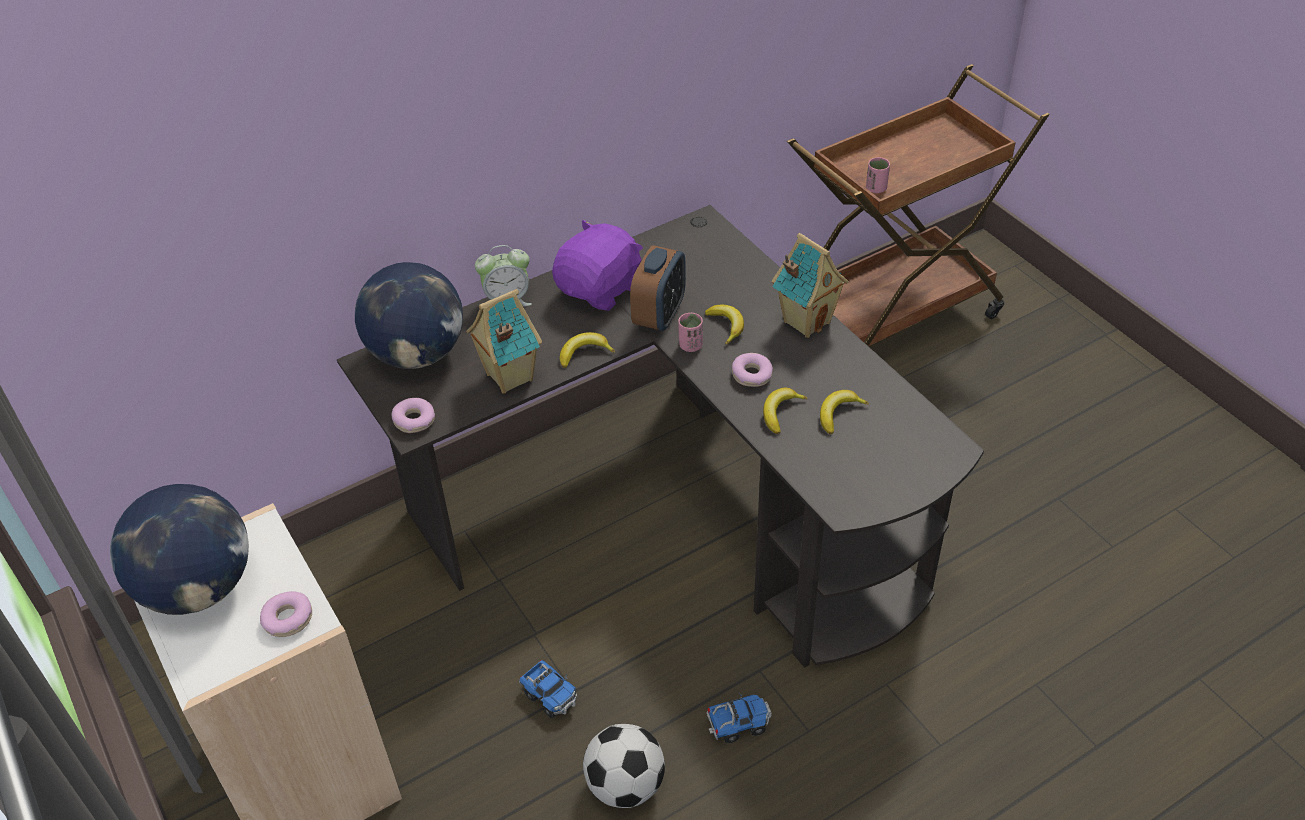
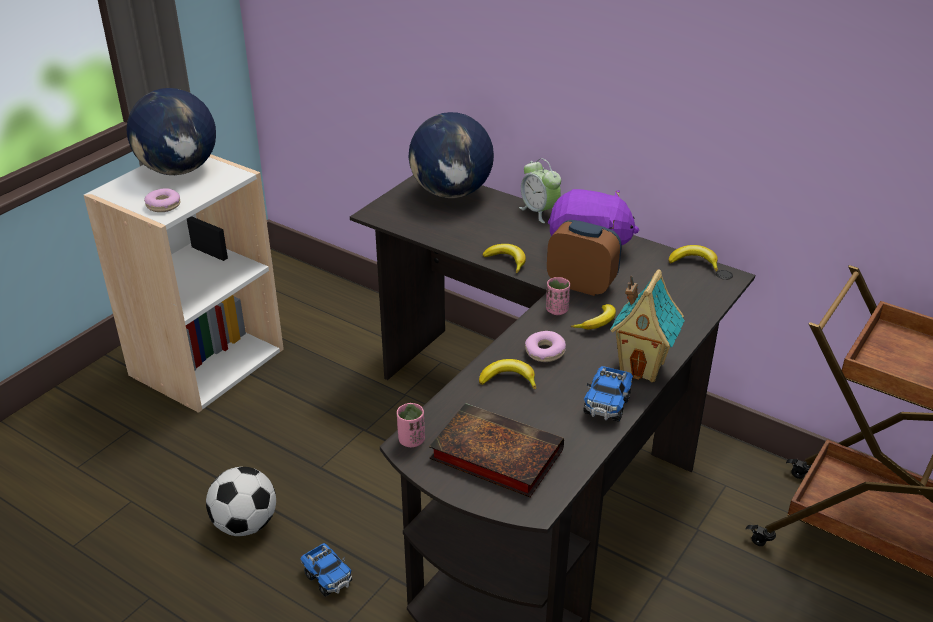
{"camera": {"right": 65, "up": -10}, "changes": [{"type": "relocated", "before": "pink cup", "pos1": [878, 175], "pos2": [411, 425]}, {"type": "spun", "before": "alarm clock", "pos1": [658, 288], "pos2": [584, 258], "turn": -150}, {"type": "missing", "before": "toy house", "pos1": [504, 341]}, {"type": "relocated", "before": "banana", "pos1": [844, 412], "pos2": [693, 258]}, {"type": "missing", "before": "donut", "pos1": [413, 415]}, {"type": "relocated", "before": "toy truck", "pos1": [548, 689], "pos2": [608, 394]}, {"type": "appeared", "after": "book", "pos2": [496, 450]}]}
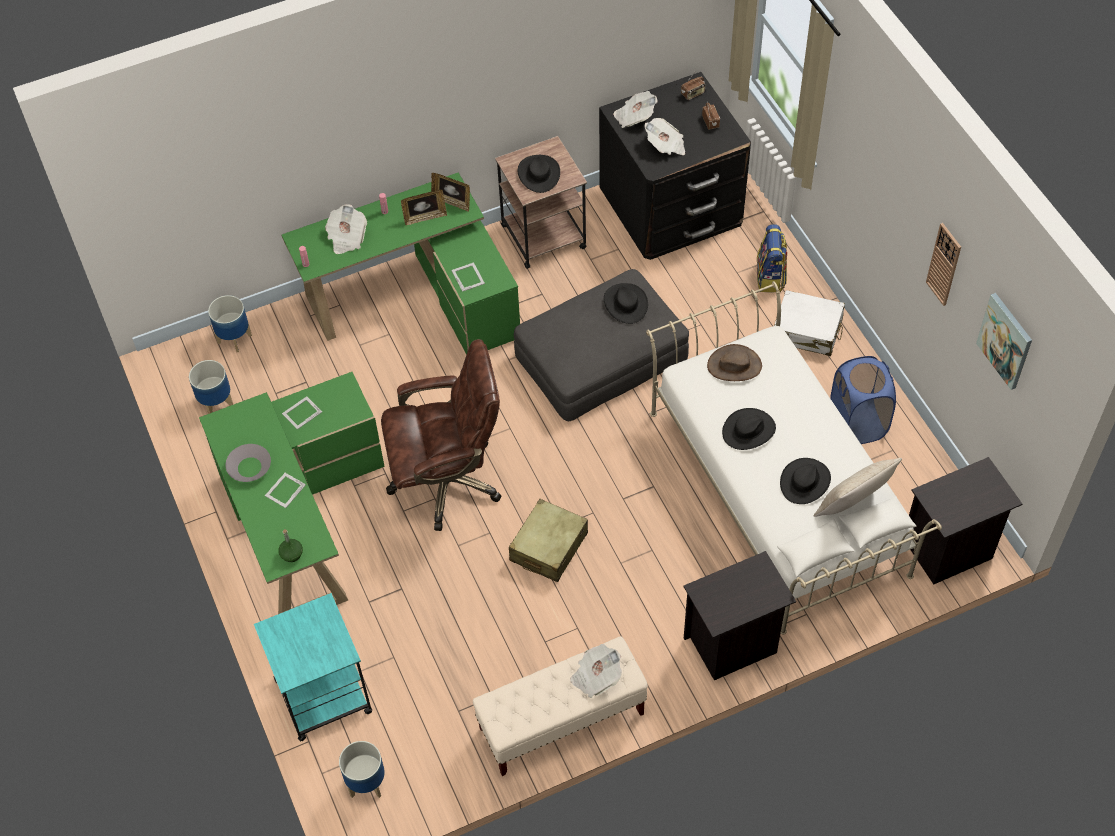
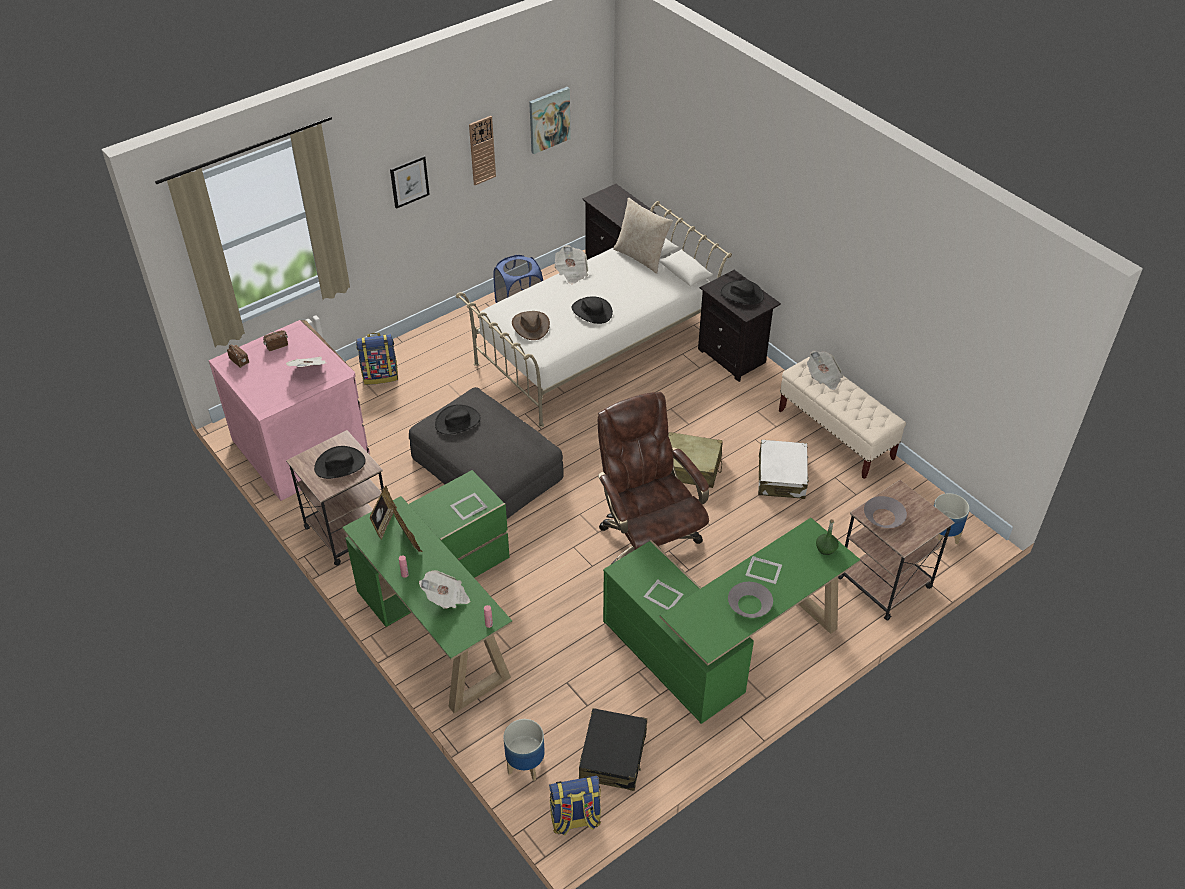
{"camera": {"right": -105, "up": -10}, "changes": [{"type": "colour", "before": "black dresser", "after": "pink dresser", "pos1": [675, 166], "pos2": [289, 410]}, {"type": "relocated", "before": "newspaper", "pos1": [635, 109], "pos2": [571, 264]}, {"type": "relocated", "before": "white suitcase", "pos1": [809, 323], "pos2": [783, 469]}, {"type": "exchanged", "before": "planter", "after": "black suitcase", "pos1": [211, 387], "pos2": [613, 749]}, {"type": "relocated", "before": "black hat", "pos1": [805, 481], "pos2": [742, 292]}, {"type": "colour", "before": "turquoise cart", "after": "brown cart", "pos1": [313, 667], "pos2": [896, 550]}, {"type": "appeared", "after": "picture", "pos2": [410, 182]}, {"type": "appeared", "after": "grey bowl", "pos2": [885, 512]}, {"type": "appeared", "after": "backpack", "pos2": [575, 806]}]}
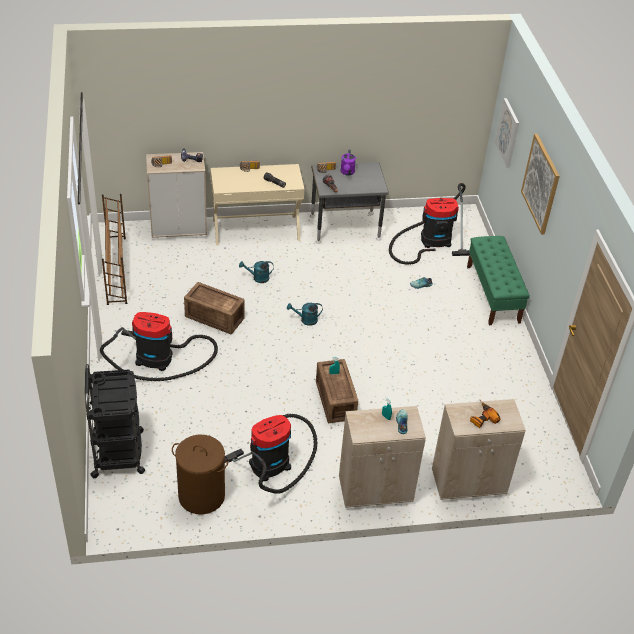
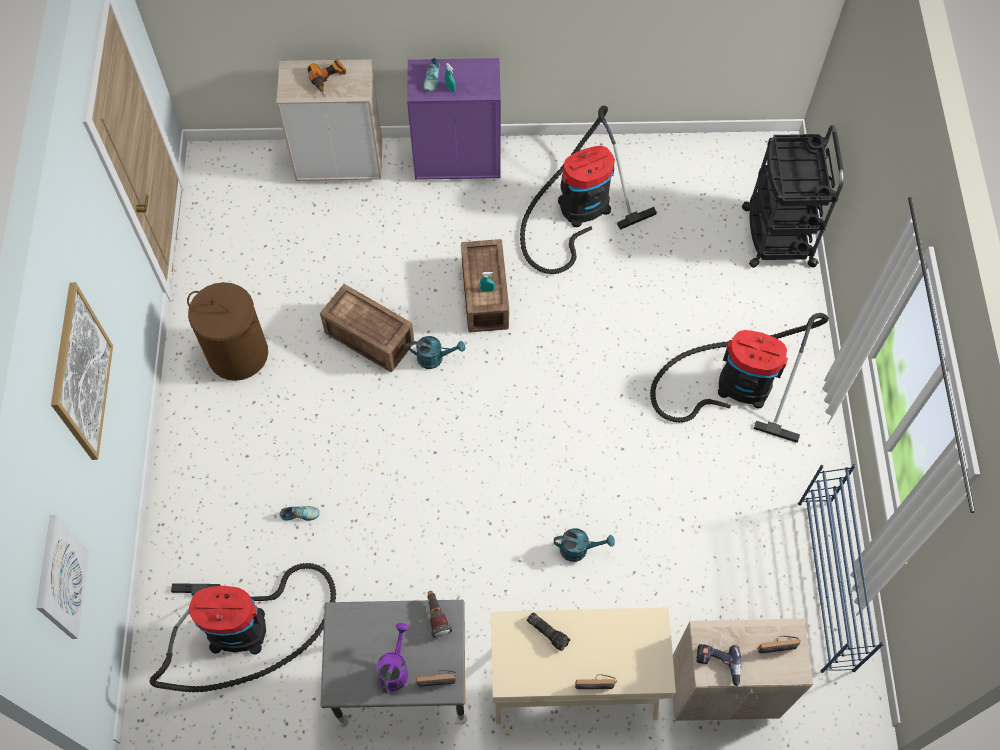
{"camera": {"right": -170, "up": 20}, "changes": [{"type": "colour", "before": "brown shoe rack", "after": "blue shoe rack", "pos1": [114, 249], "pos2": [841, 568]}, {"type": "missing", "before": "green bench", "pos1": [498, 280]}, {"type": "relocated", "before": "crate", "pos1": [214, 308], "pos2": [367, 328]}, {"type": "relocated", "before": "turquoise watering can", "pos1": [305, 314], "pos2": [437, 352]}, {"type": "colour", "before": "beige cabinet", "after": "purple cabinet", "pos1": [382, 457], "pos2": [454, 119]}, {"type": "relocated", "before": "brown laundry basket", "pos1": [200, 474], "pos2": [227, 331]}]}
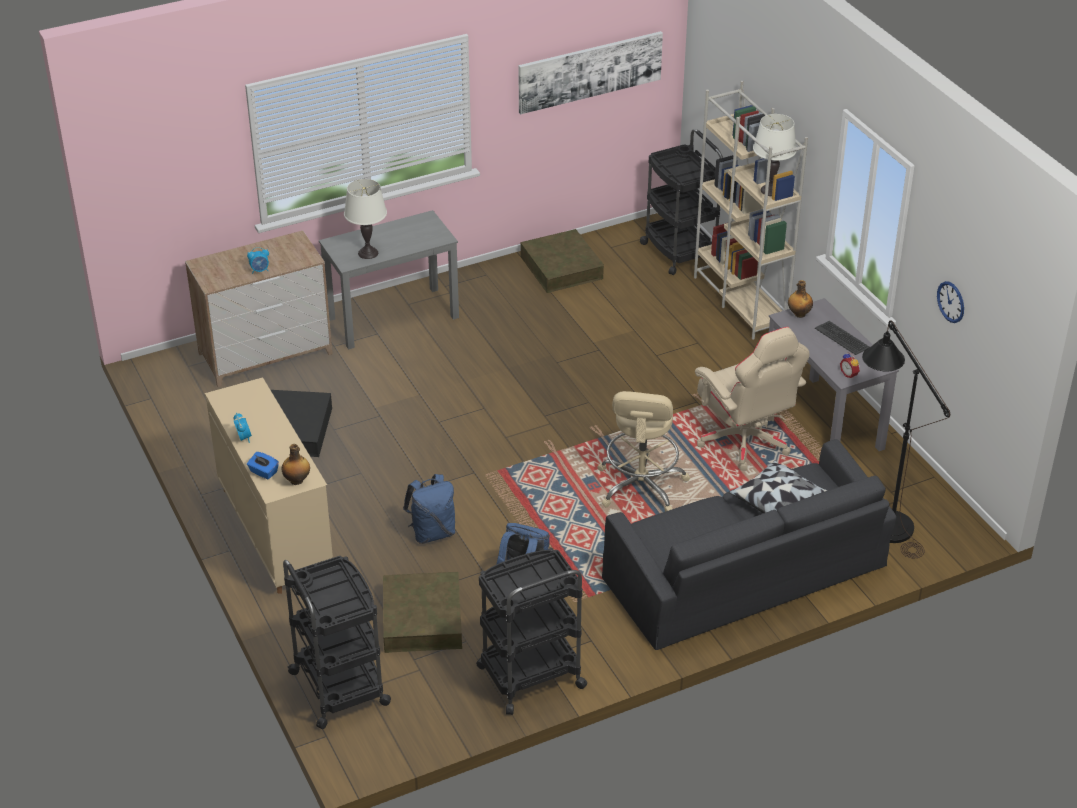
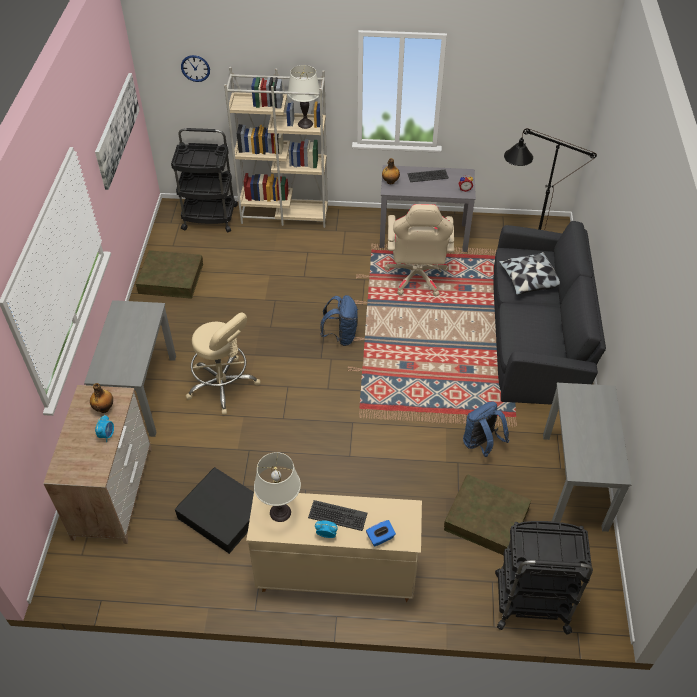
{"camera": {"right": -60, "up": 10}, "changes": [{"type": "relocated", "before": "white table lamp", "pos1": [365, 219], "pos2": [277, 487]}, {"type": "relocated", "before": "wall clock", "pos1": [950, 302], "pos2": [195, 68]}, {"type": "spun", "before": "beige office chair", "pos1": [752, 399], "pos2": [419, 250], "turn": 90}, {"type": "relocated", "before": "beige stool", "pos1": [643, 451], "pos2": [223, 364]}, {"type": "relocated", "before": "bottle", "pos1": [296, 464], "pos2": [101, 398]}, {"type": "relocated", "before": "blue backpack", "pos1": [429, 509], "pos2": [339, 320]}, {"type": "exchanged", "before": "black cart", "after": "grey desk", "pos1": [531, 631], "pos2": [587, 457]}, {"type": "appeared", "after": "keyboard", "pos2": [338, 515]}]}
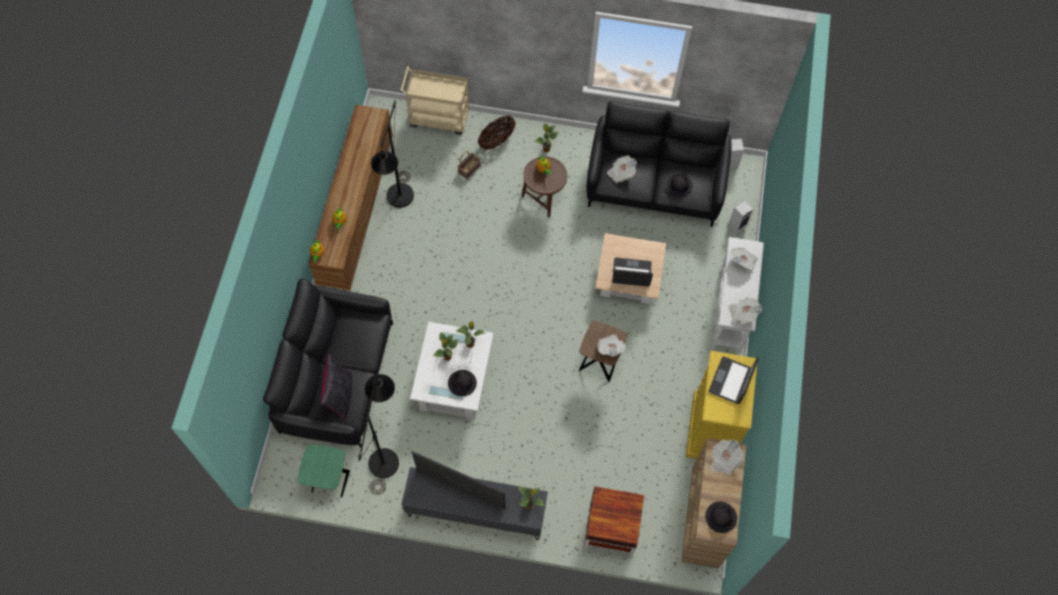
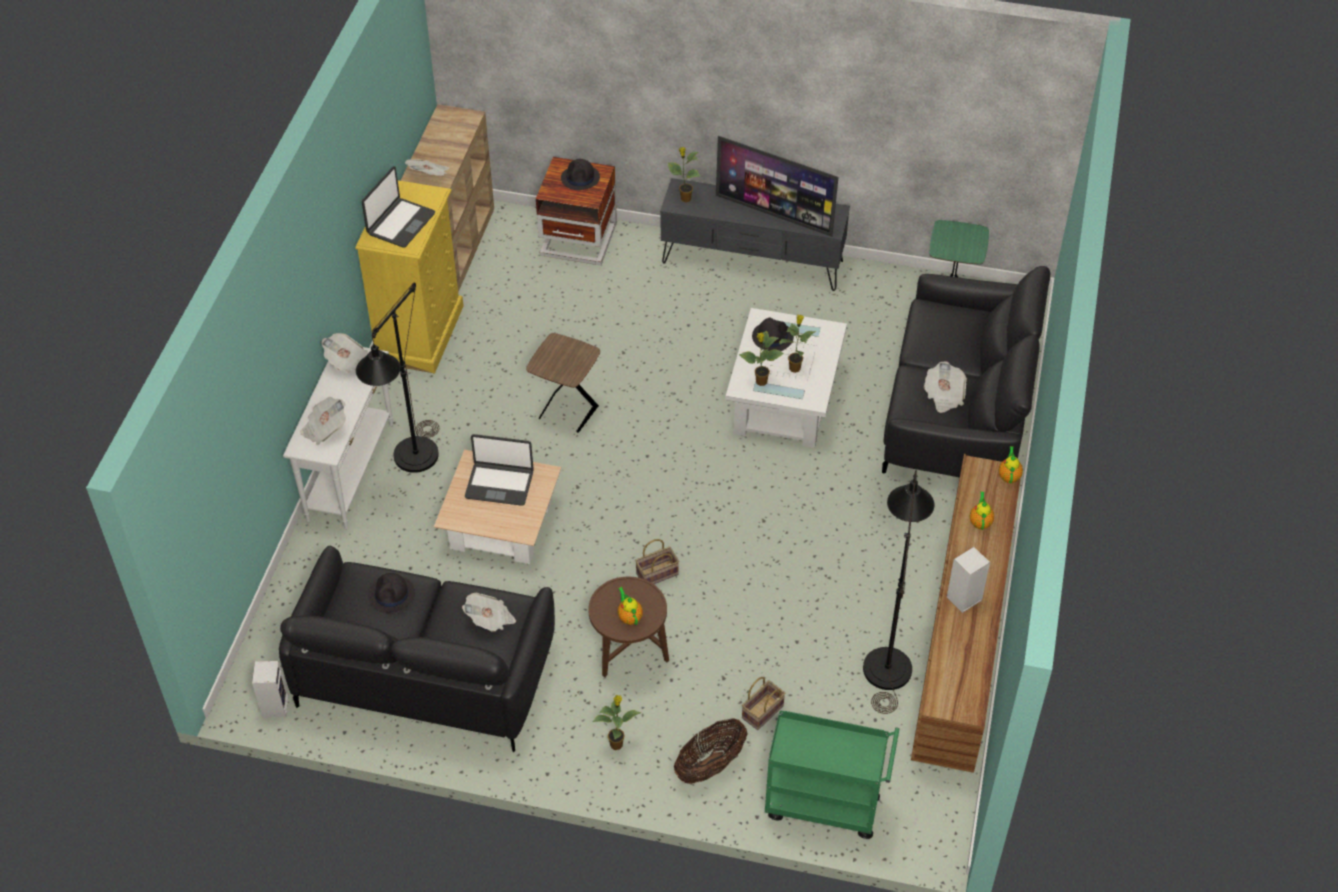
{"camera": {"right": -175, "up": -15}, "changes": [{"type": "colour", "before": "beige cart", "after": "green cart", "pos1": [434, 100], "pos2": [832, 774]}, {"type": "relocated", "before": "speaker", "pos1": [741, 216], "pos2": [968, 580]}, {"type": "relocated", "before": "newspaper", "pos1": [612, 345], "pos2": [945, 387]}, {"type": "missing", "before": "black pillow", "pos1": [336, 387]}, {"type": "relocated", "before": "black floor lamp", "pos1": [378, 434], "pos2": [397, 377]}, {"type": "relocated", "before": "black hat", "pos1": [721, 517], "pos2": [580, 174]}, {"type": "appeared", "after": "basket", "pos2": [657, 561]}]}
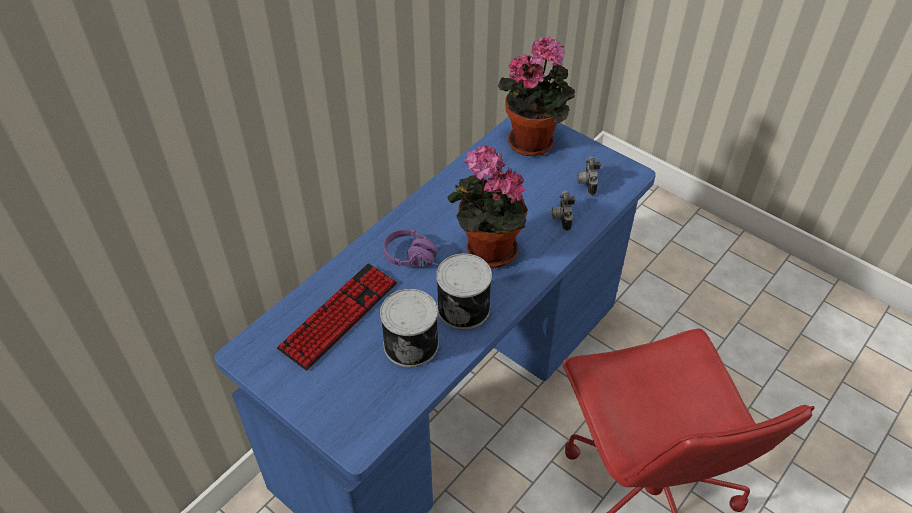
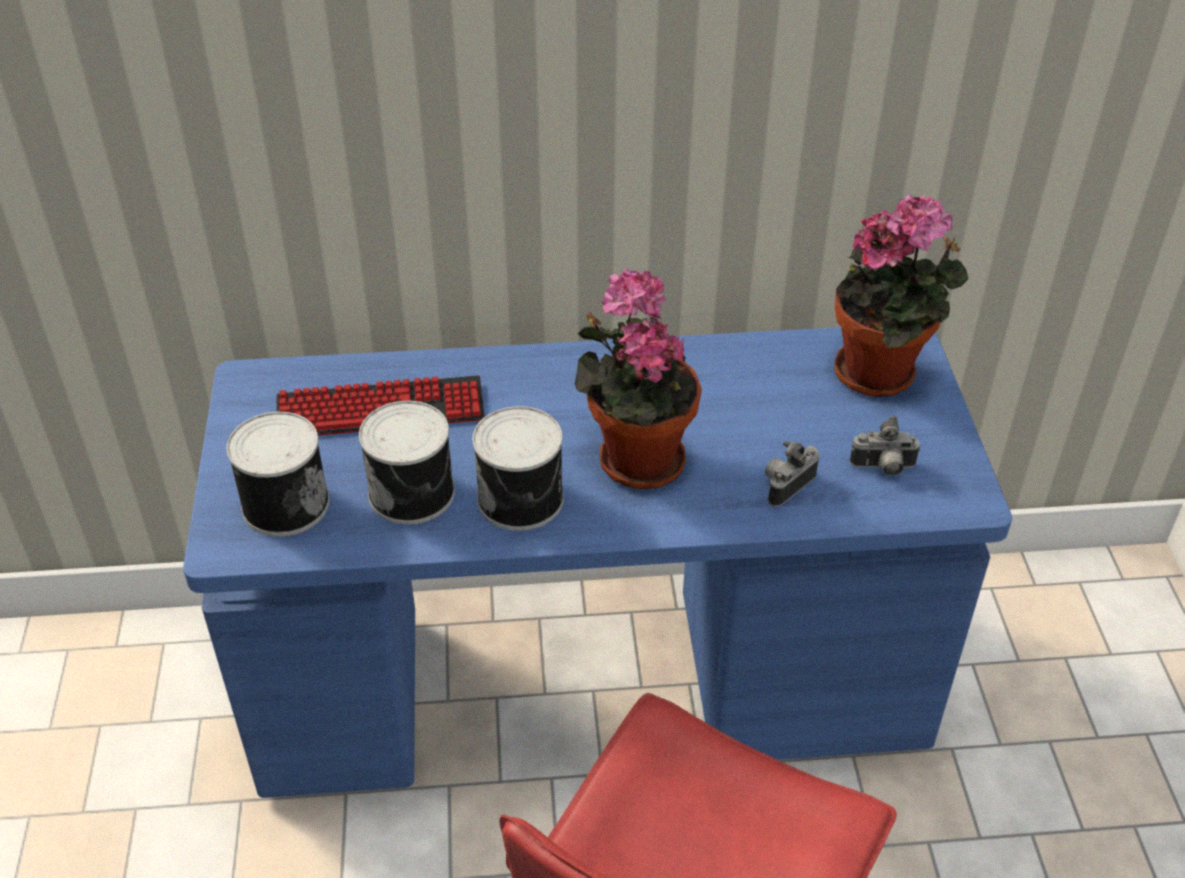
{"camera": {"right": 45, "up": -5}, "changes": [{"type": "spun", "before": "photo camera", "pos1": [589, 176], "pos2": [885, 446], "turn": -135}, {"type": "missing", "before": "purple headphones", "pos1": [411, 248]}, {"type": "appeared", "after": "can", "pos2": [278, 474]}]}
